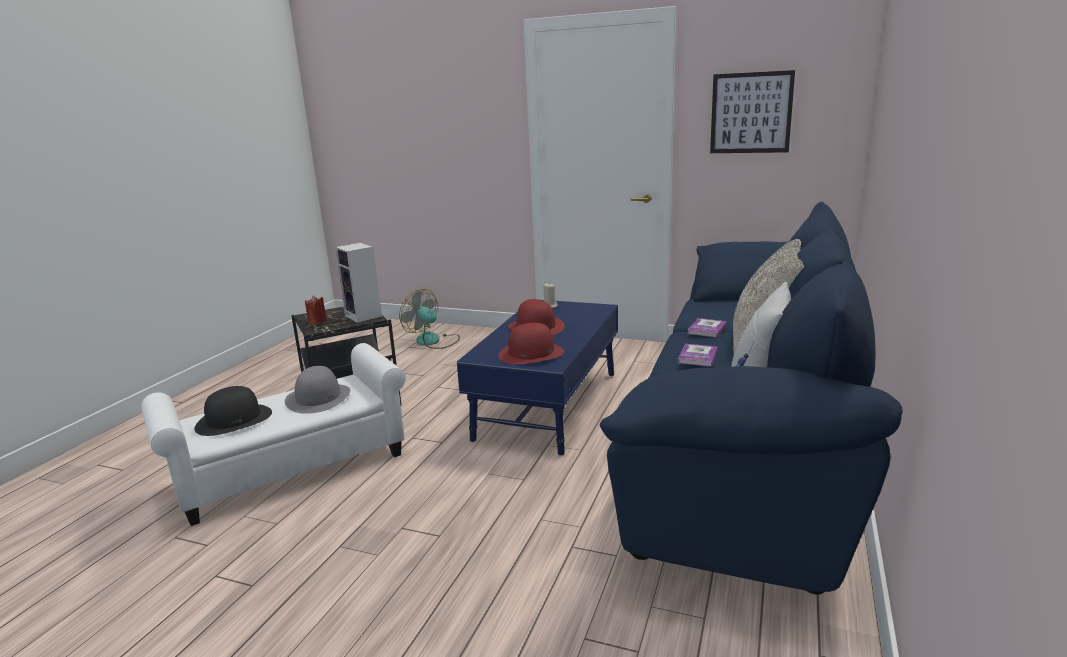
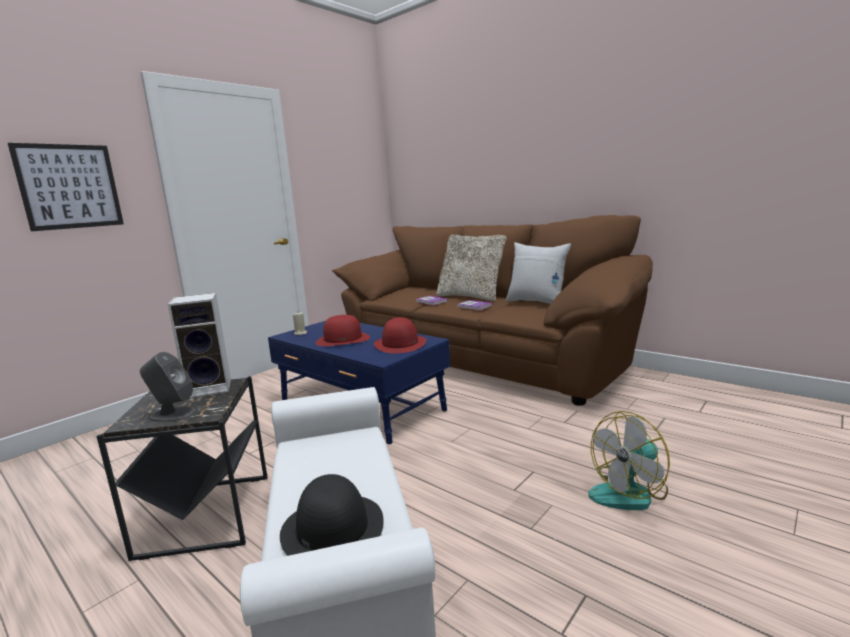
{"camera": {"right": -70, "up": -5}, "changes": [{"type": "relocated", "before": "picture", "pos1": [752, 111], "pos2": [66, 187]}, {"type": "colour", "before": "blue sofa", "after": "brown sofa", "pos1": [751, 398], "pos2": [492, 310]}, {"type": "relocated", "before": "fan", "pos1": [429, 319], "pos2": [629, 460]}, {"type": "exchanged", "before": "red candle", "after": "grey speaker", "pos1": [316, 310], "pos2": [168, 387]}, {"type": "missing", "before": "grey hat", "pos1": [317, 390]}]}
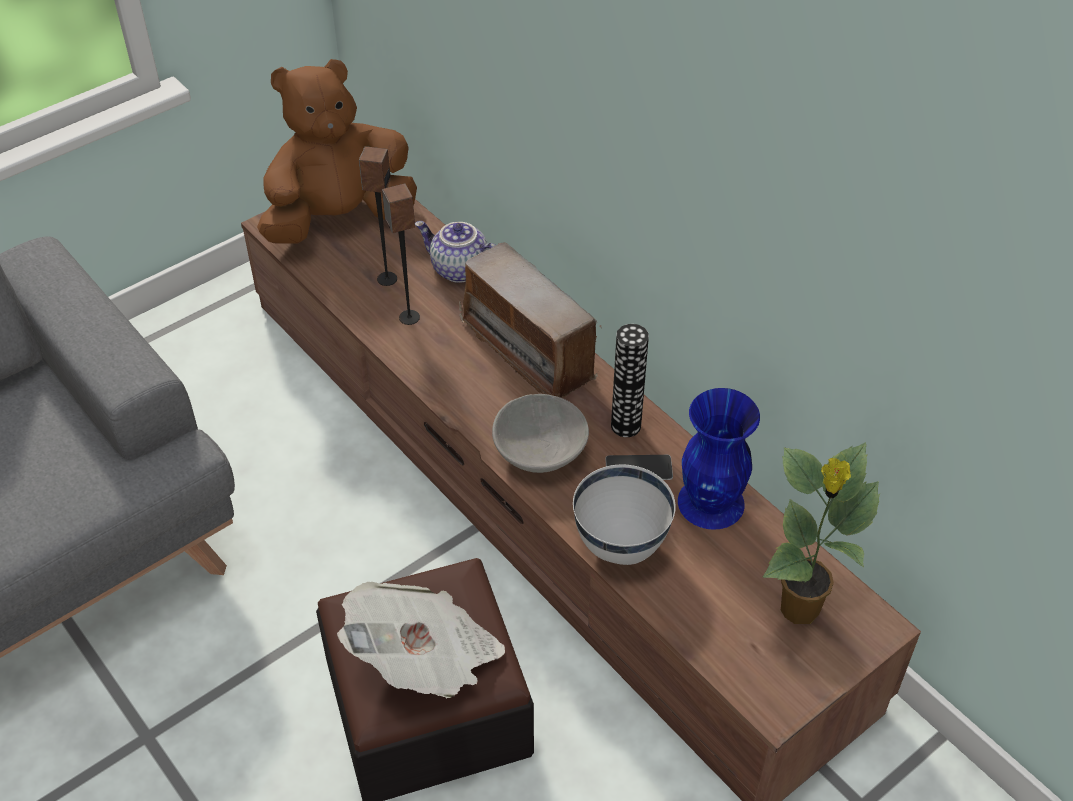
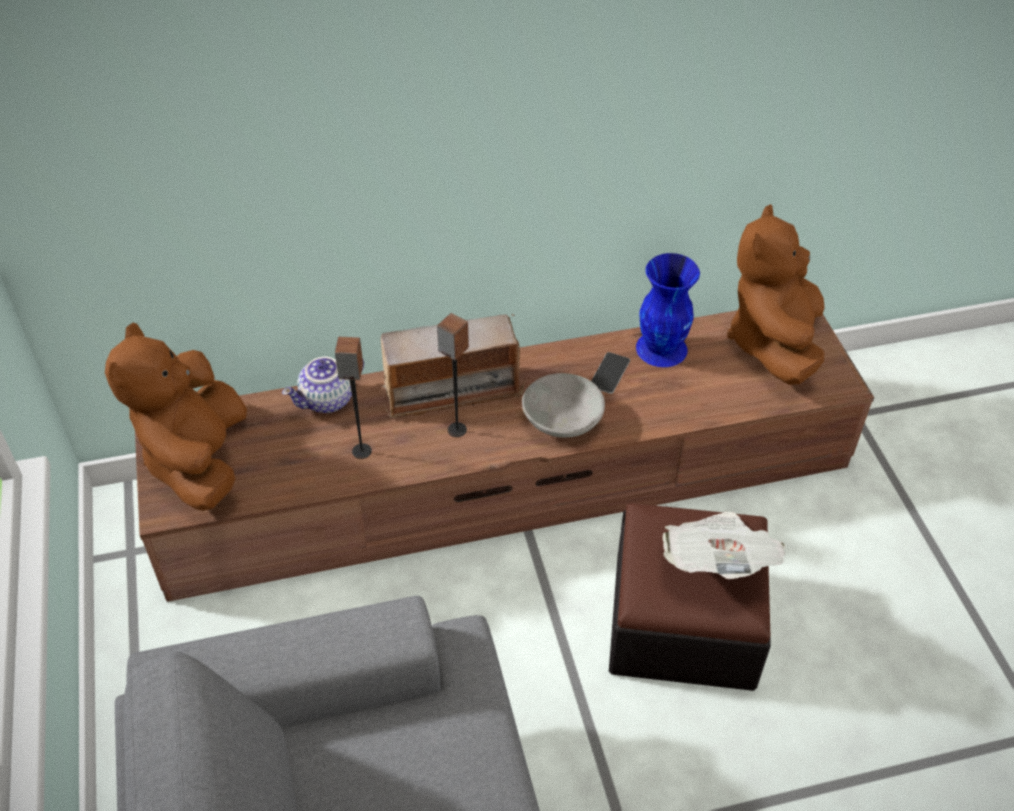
{"camera": {"right": -65, "up": 0}, "changes": [{"type": "relocated", "before": "speaker", "pos1": [378, 216], "pos2": [453, 375]}, {"type": "missing", "before": "vase", "pos1": [630, 380]}, {"type": "exchanged", "before": "potted plant", "after": "brown plush toy", "pos1": [821, 533], "pos2": [776, 294]}, {"type": "missing", "before": "white bowl", "pos1": [624, 514]}]}
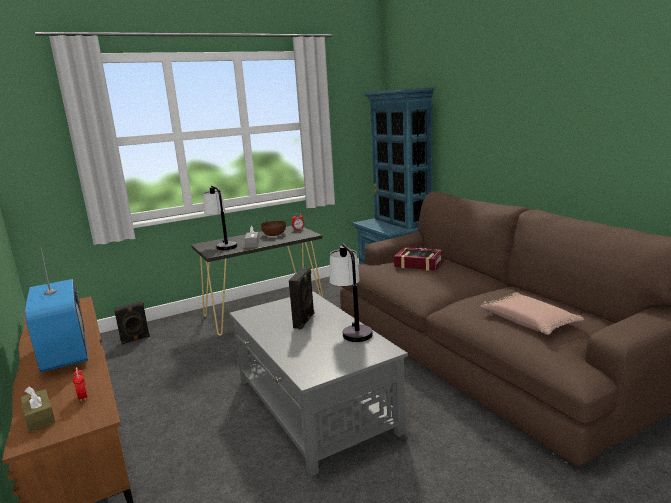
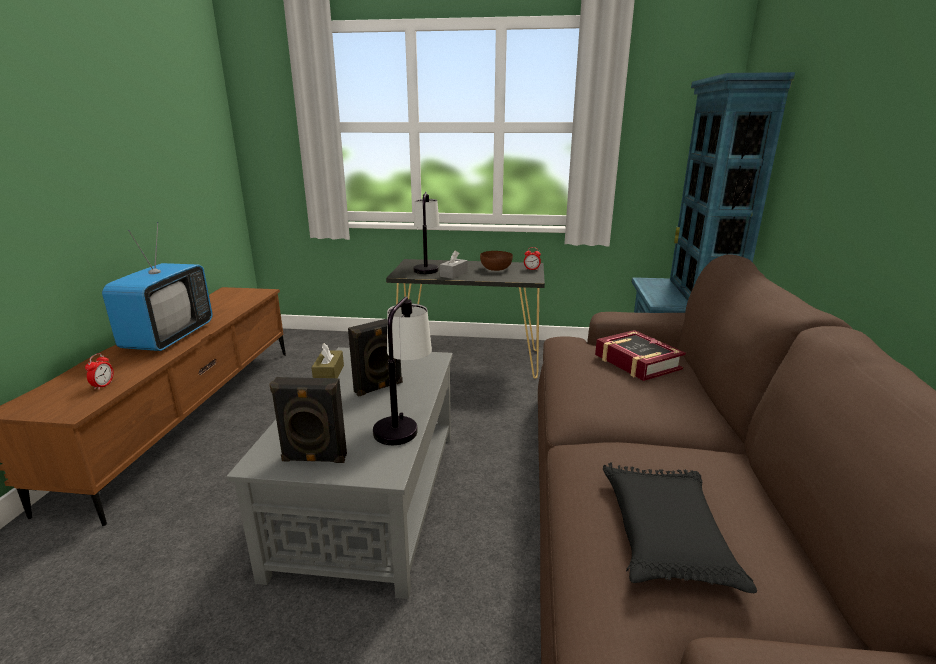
{"camera": {"right": 35, "up": 5}, "changes": [{"type": "colour", "before": "beige pillow", "after": "black pillow", "pos1": [532, 313], "pos2": [680, 527]}, {"type": "relocated", "before": "black speaker", "pos1": [132, 323], "pos2": [308, 420]}, {"type": "relocated", "before": "brown tissue box", "pos1": [38, 409], "pos2": [327, 360]}]}
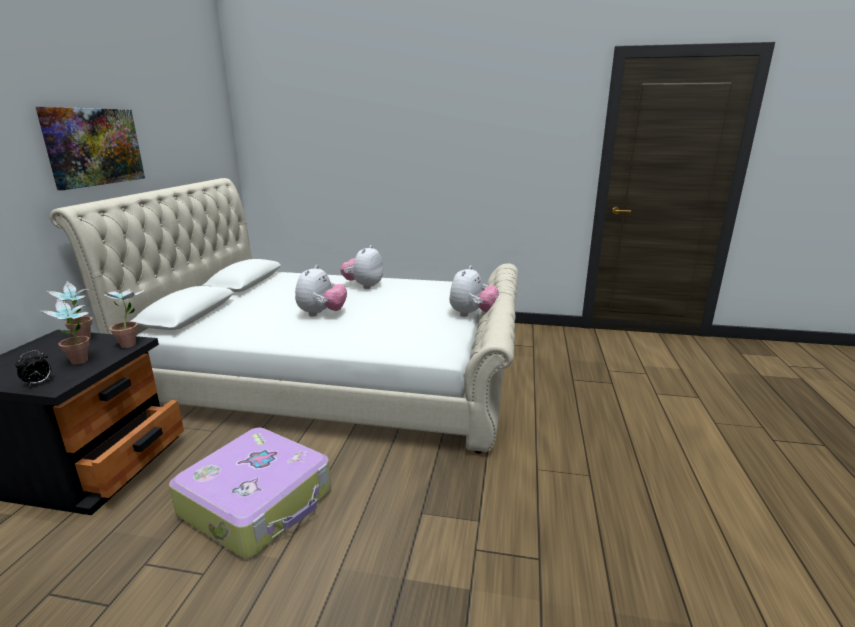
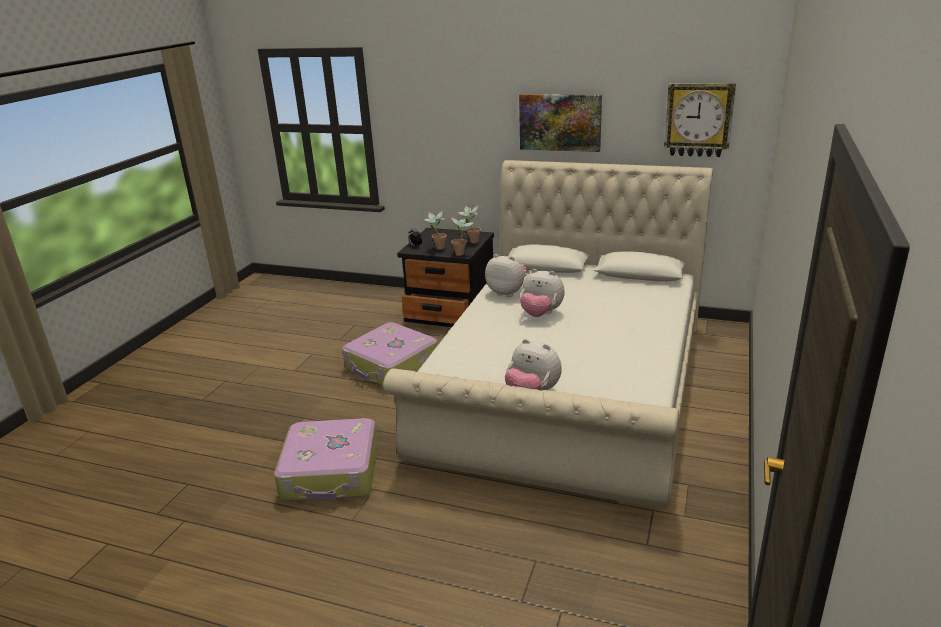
{"camera": {"right": 100, "up": 5}, "changes": [{"type": "relocated", "before": "plush toy", "pos1": [361, 267], "pos2": [506, 275]}, {"type": "appeared", "after": "wall clock", "pos2": [700, 120]}, {"type": "appeared", "after": "suitcase", "pos2": [326, 459]}]}
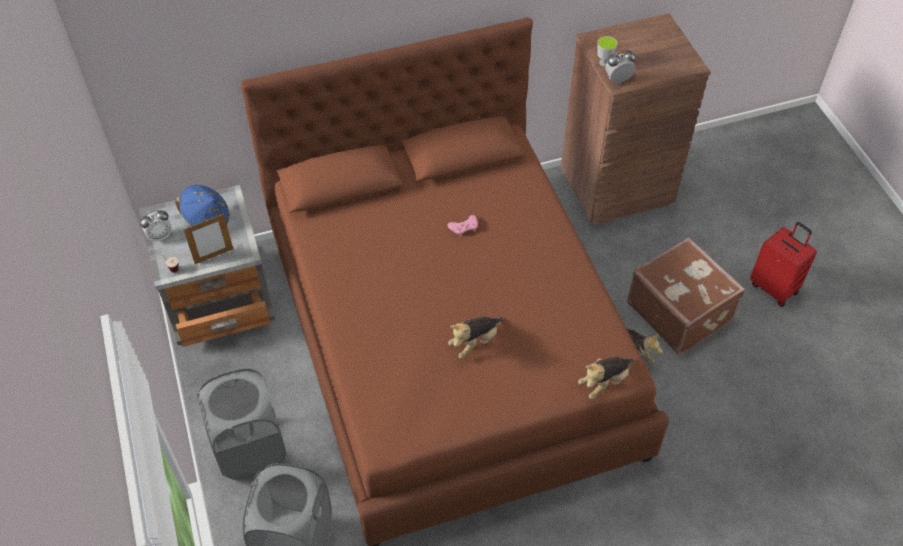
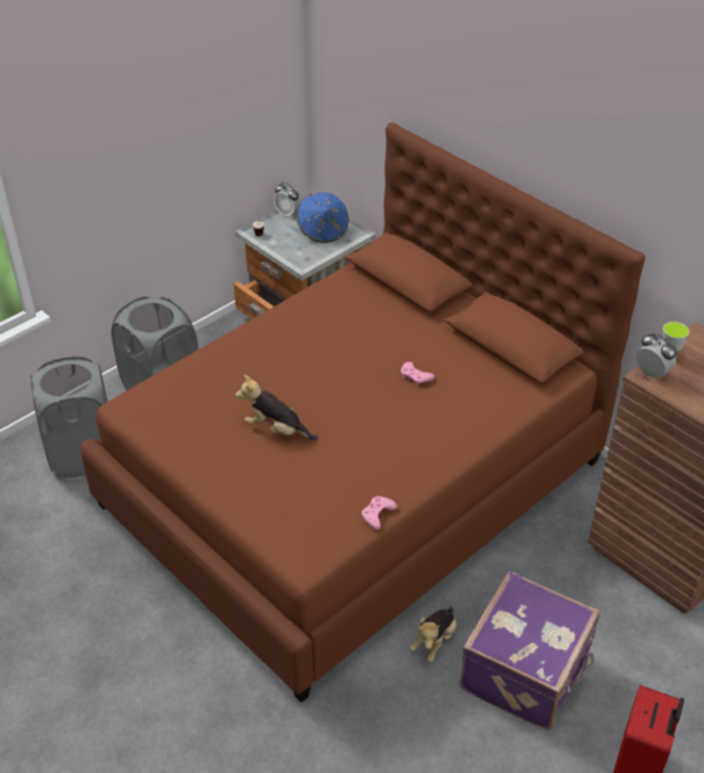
{"camera": {"right": 65, "up": -10}, "changes": [{"type": "missing", "before": "picture frame", "pos1": [208, 239]}, {"type": "colour", "before": "brown suitcase", "after": "purple suitcase", "pos1": [686, 296], "pos2": [530, 650]}, {"type": "missing", "before": "plush toy", "pos1": [605, 378]}, {"type": "appeared", "after": "pink game controller", "pos2": [379, 513]}]}
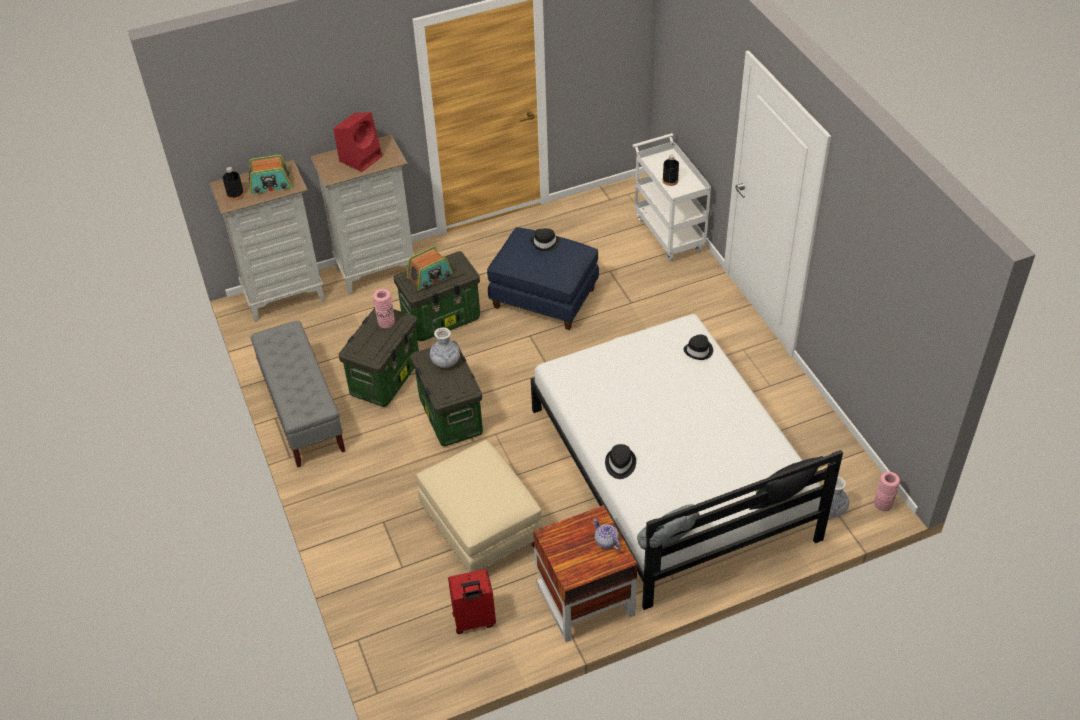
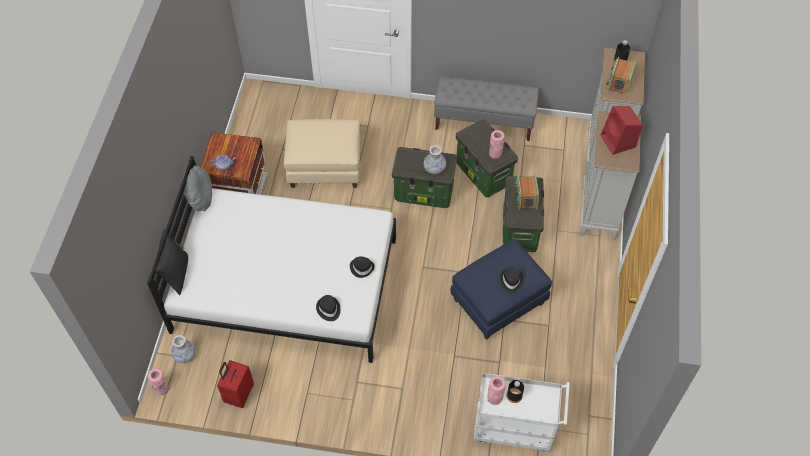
{"camera": {"right": 120, "up": 10}, "changes": [{"type": "relocated", "before": "black hat", "pos1": [620, 461], "pos2": [362, 267]}, {"type": "relocated", "before": "red suitcase", "pos1": [472, 601], "pos2": [235, 384]}, {"type": "appeared", "after": "pink vase", "pos2": [496, 390]}]}
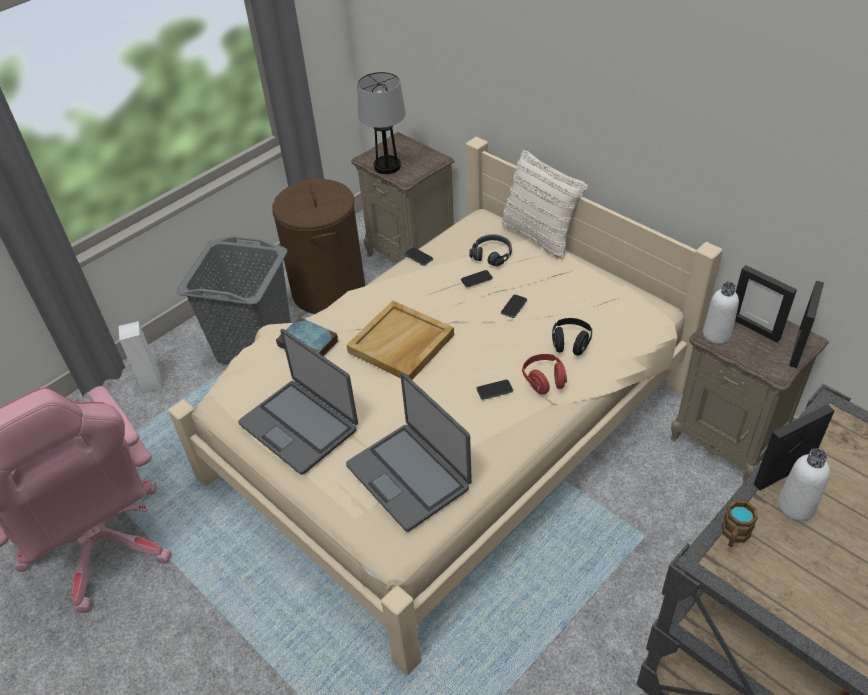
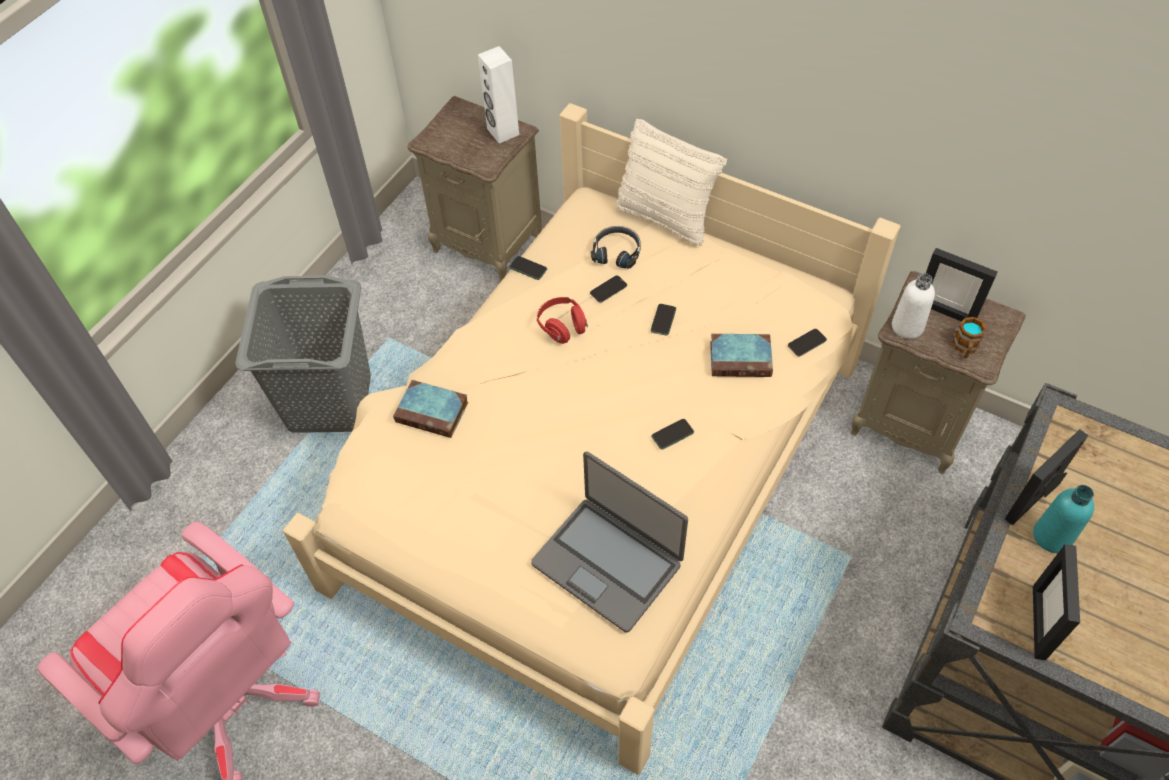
{"camera": {"right": -15, "up": 10}, "changes": [{"type": "missing", "before": "table lamp", "pos1": [381, 123]}, {"type": "missing", "before": "brown laundry basket", "pos1": [318, 246]}, {"type": "relocated", "before": "picture frame", "pos1": [806, 324], "pos2": [1056, 602]}, {"type": "missing", "before": "beige tray", "pos1": [400, 340]}, {"type": "exchanged", "before": "black headphones", "after": "book", "pos1": [572, 337], "pos2": [741, 355]}, {"type": "relocated", "before": "white speaker", "pos1": [140, 357], "pos2": [498, 95]}, {"type": "missing", "before": "laptop", "pos1": [298, 402]}, {"type": "relocated", "before": "red headphones", "pos1": [544, 374], "pos2": [562, 320]}, {"type": "colour", "before": "white bottle", "after": "turquoise bottle", "pos1": [804, 484], "pos2": [1063, 519]}, {"type": "relocated", "before": "mug", "pos1": [740, 523], "pos2": [970, 337]}, {"type": "appeared", "after": "phone", "pos2": [807, 343]}]}
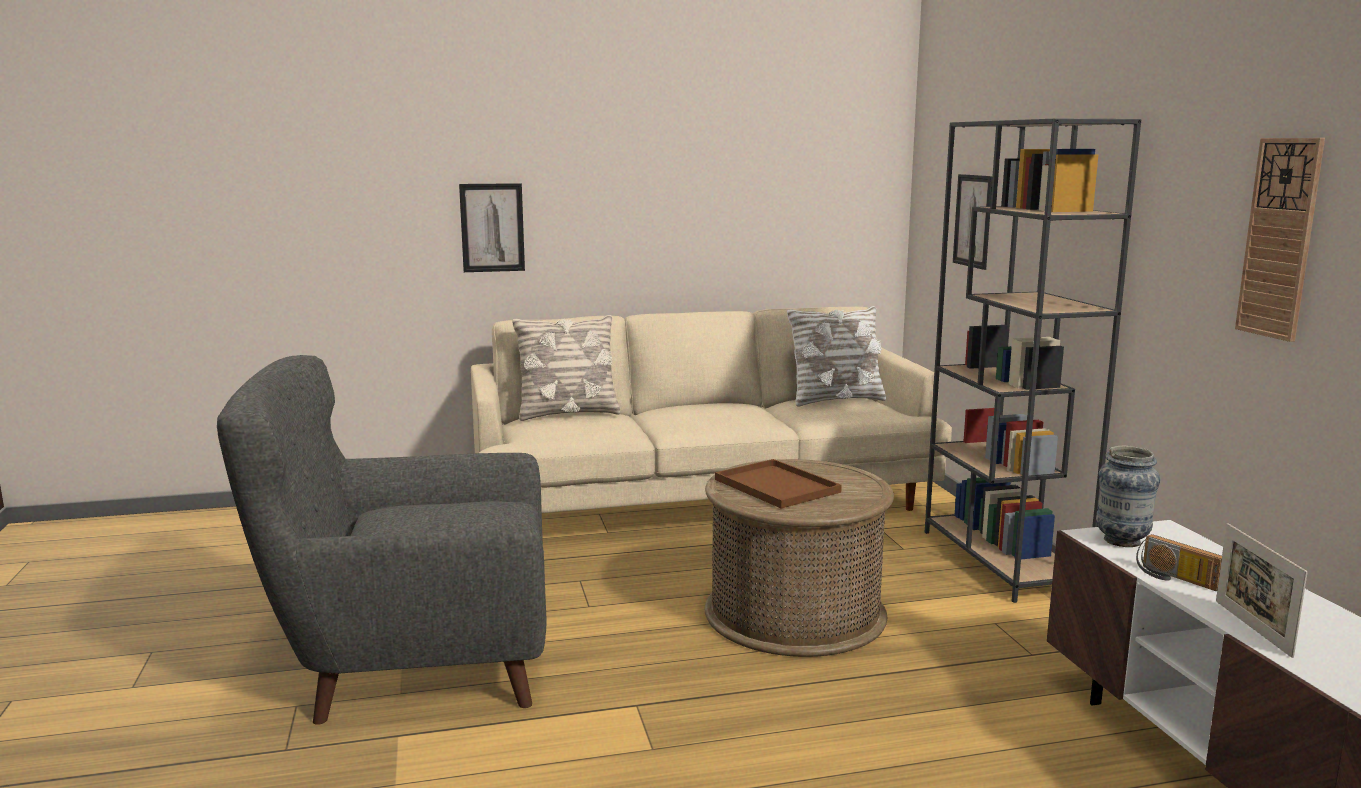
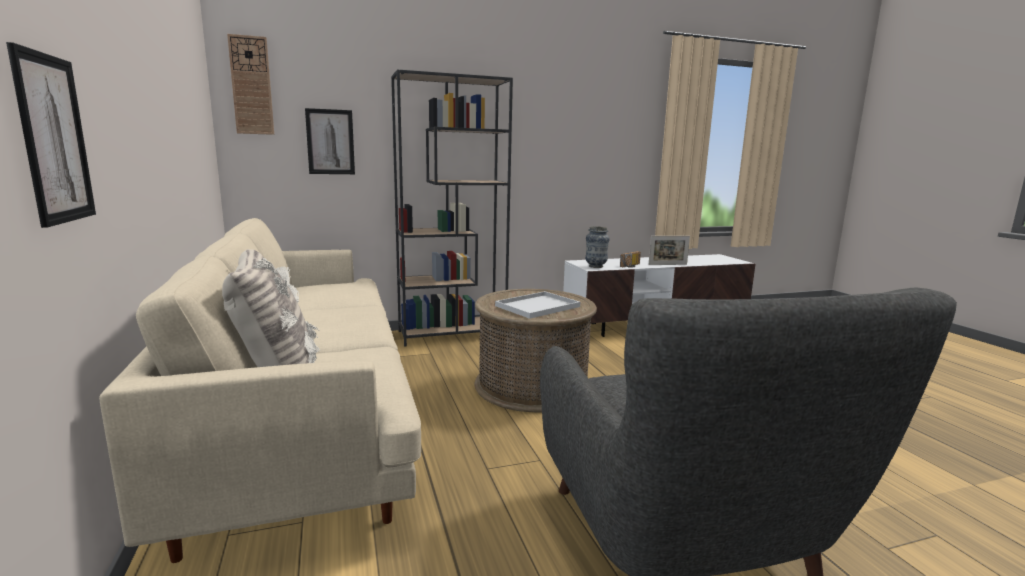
{"camera": {"right": -95, "up": 0}, "changes": [{"type": "relocated", "before": "wall clock", "pos1": [1280, 240], "pos2": [250, 84]}, {"type": "missing", "before": "white pillow", "pos1": [836, 356]}, {"type": "colour", "before": "brown tray", "after": "white tray", "pos1": [778, 484], "pos2": [537, 305]}]}
